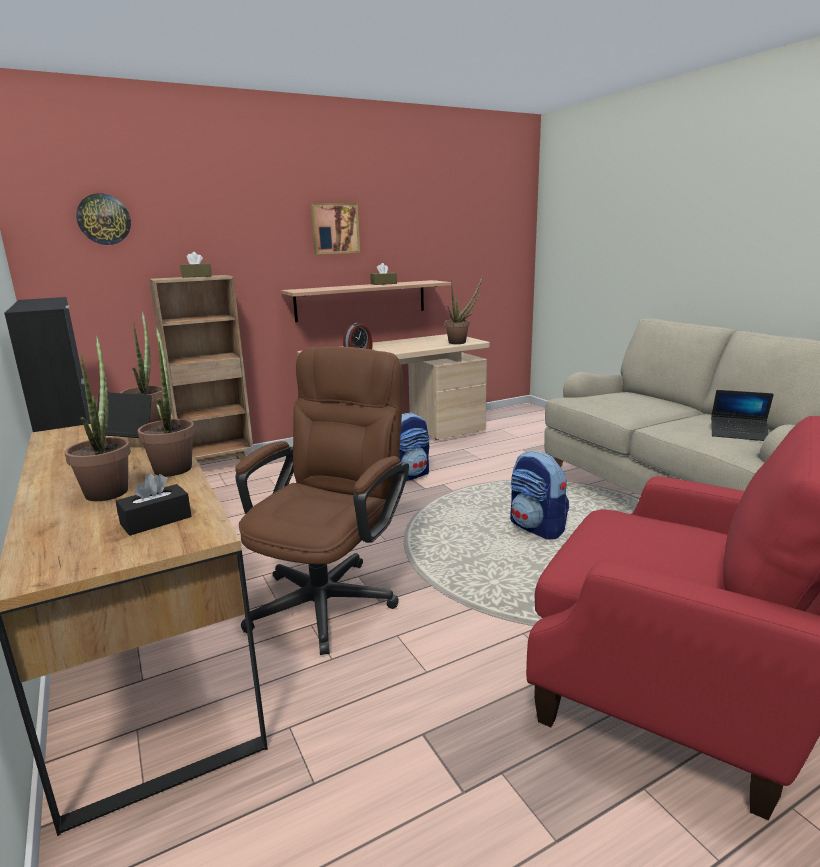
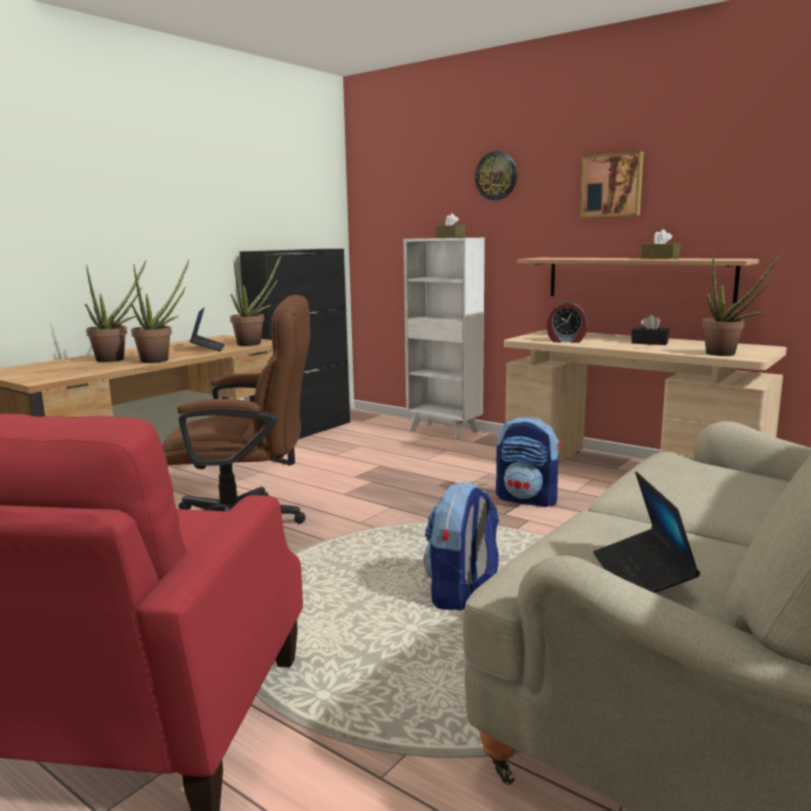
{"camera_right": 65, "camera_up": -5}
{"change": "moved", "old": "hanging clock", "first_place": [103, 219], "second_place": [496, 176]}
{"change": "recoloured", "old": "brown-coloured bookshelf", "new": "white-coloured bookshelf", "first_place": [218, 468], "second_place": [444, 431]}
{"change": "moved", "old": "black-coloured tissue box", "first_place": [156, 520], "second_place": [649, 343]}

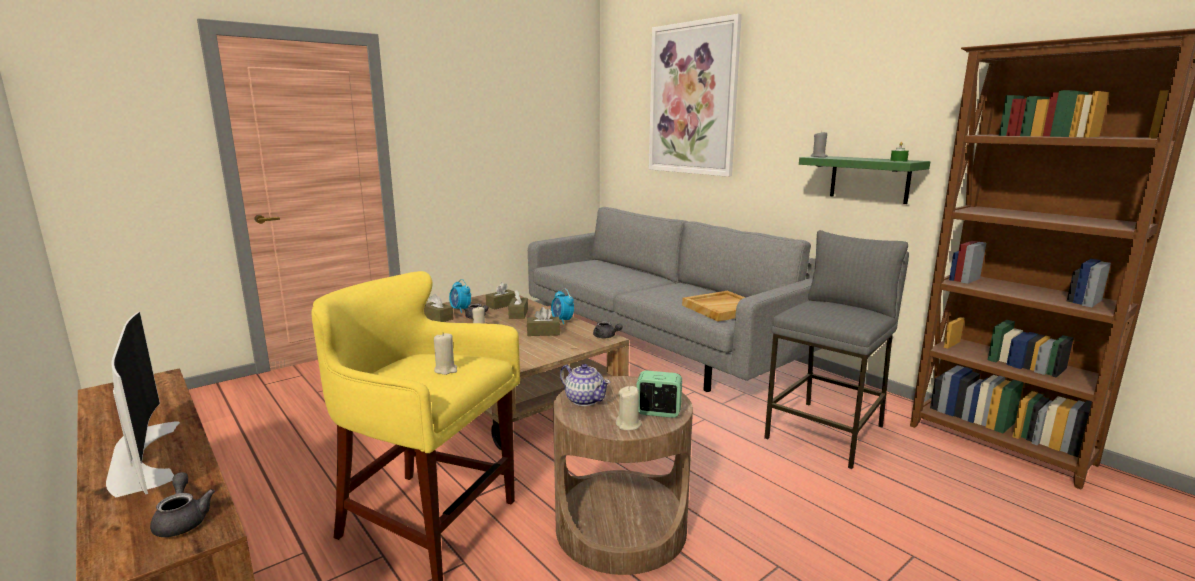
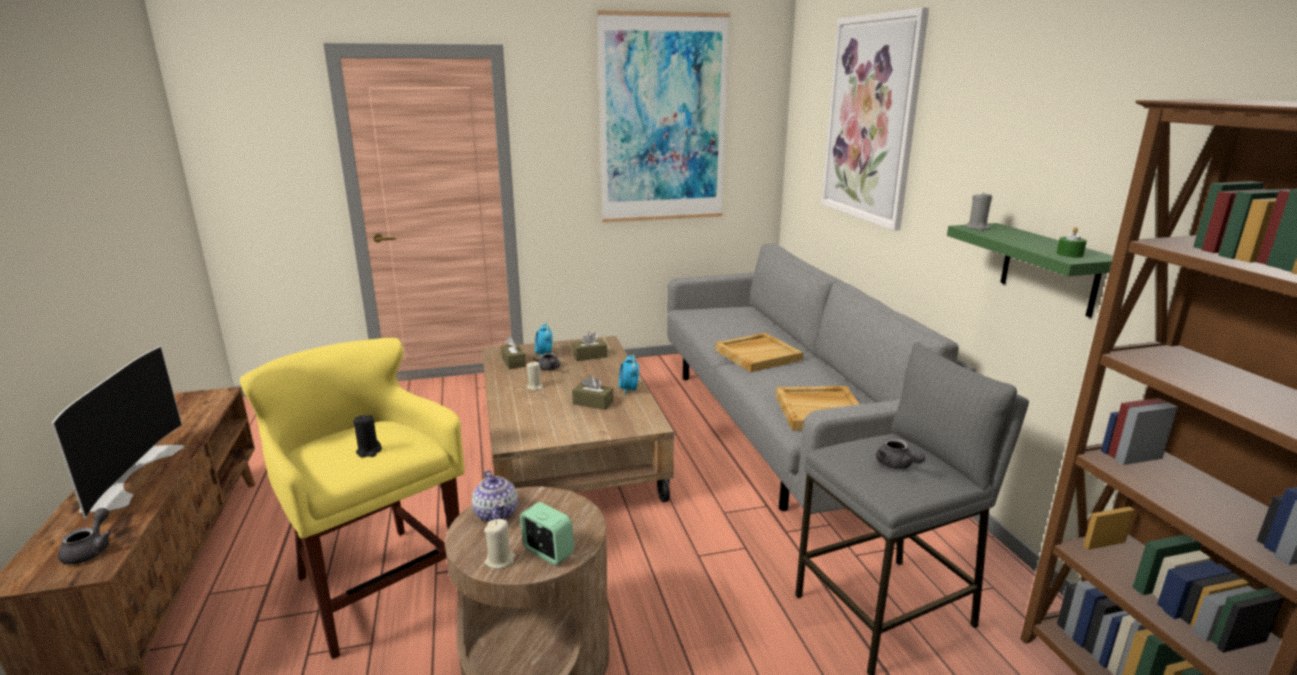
{"camera_right": 25, "camera_up": 5}
{"change": "removed", "old": "brown-coloured tissue box", "first_place": [518, 314]}
{"change": "moved", "old": "greyish teapot", "first_place": [606, 337], "second_place": [896, 465]}
{"change": "recoloured", "old": "beige-coloured wax light", "new": "black-coloured wax light", "first_place": [446, 370], "second_place": [369, 451]}
{"change": "added", "new": "wall picture", "second_place": [663, 120]}
{"change": "added", "new": "beige-coloured serving tray", "second_place": [758, 355]}

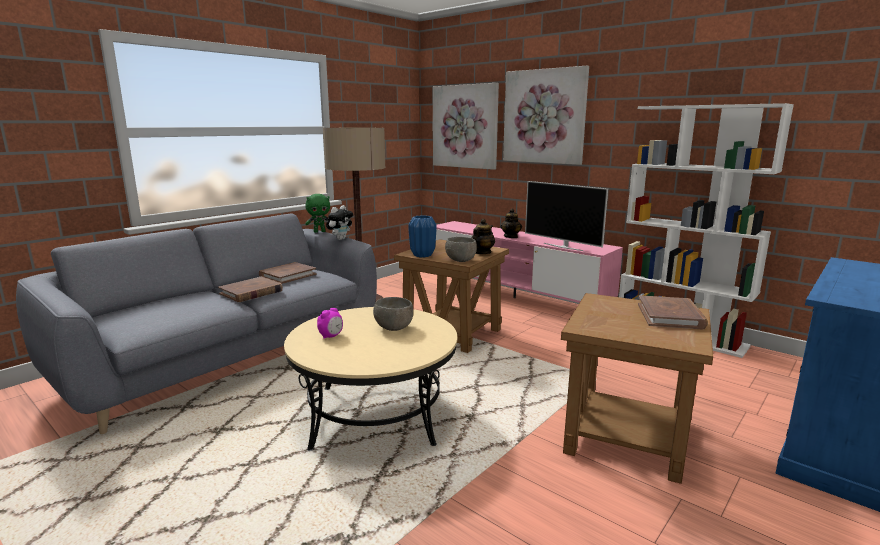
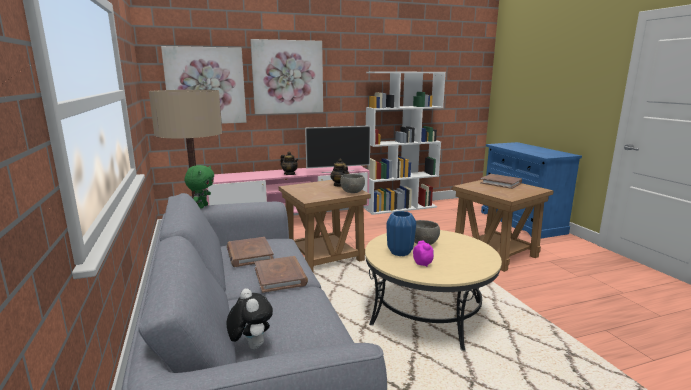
{"camera_right": -60, "camera_up": 0}
{"change": "moved", "old": "cuddly toy", "first_place": [340, 239], "second_place": [250, 345]}
{"change": "moved", "old": "bluish flower vase", "first_place": [422, 255], "second_place": [400, 253]}

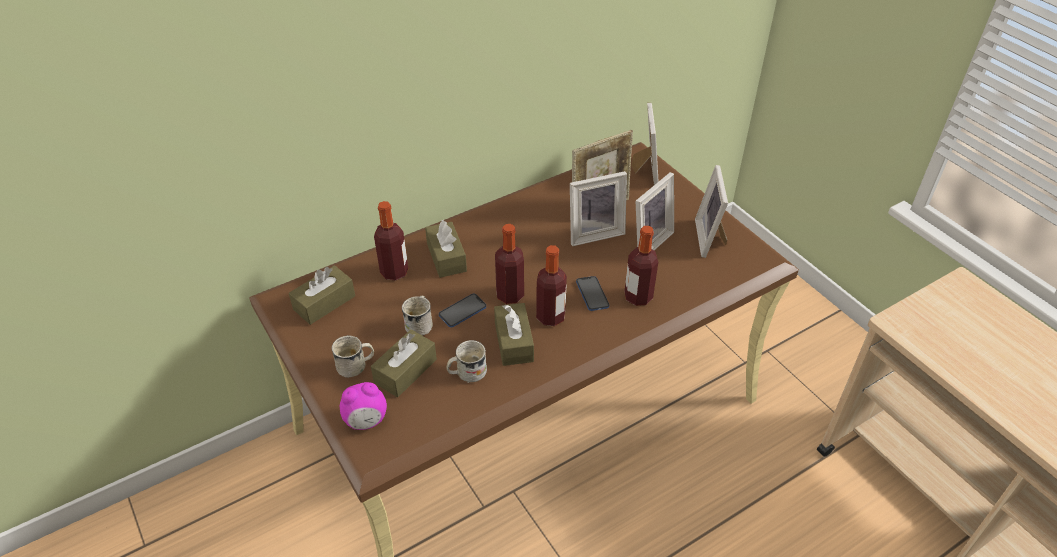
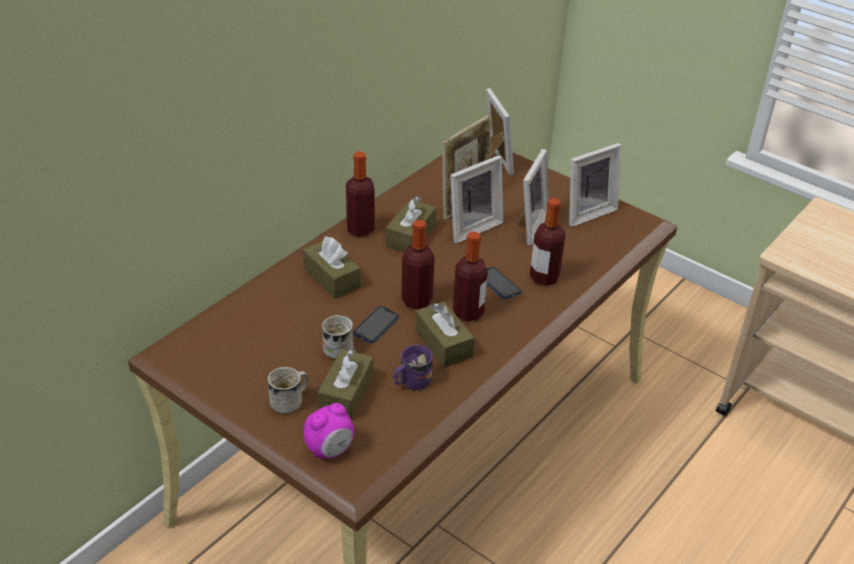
{"camera_right": -20, "camera_up": -5}
{"change": "turned", "old": "standing frame", "first_place": [711, 238], "second_place": [586, 212], "degrees": -105}
{"change": "moved", "old": "drink bottle", "first_place": [394, 272], "second_place": [360, 229]}
{"change": "moved", "old": "brown-coloured tissue box", "first_place": [324, 303], "second_place": [410, 236]}
{"change": "recoloured", "old": "white-coloured tea mug", "new": "purplish tea mug", "first_place": [467, 373], "second_place": [411, 382]}

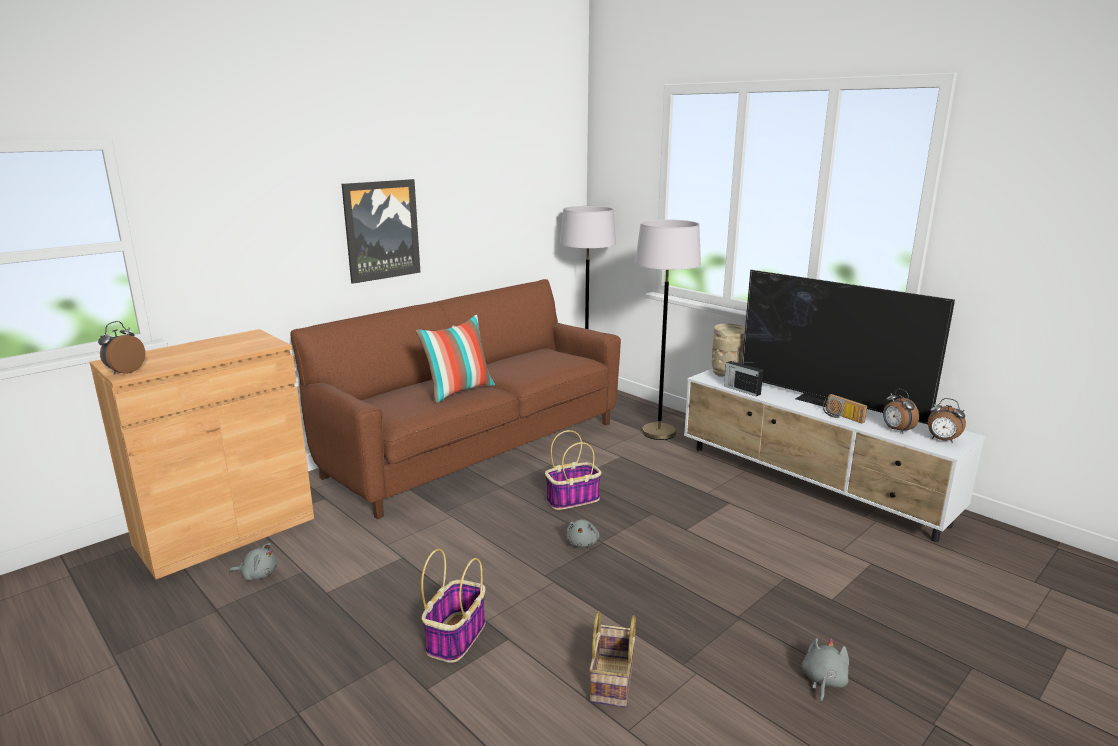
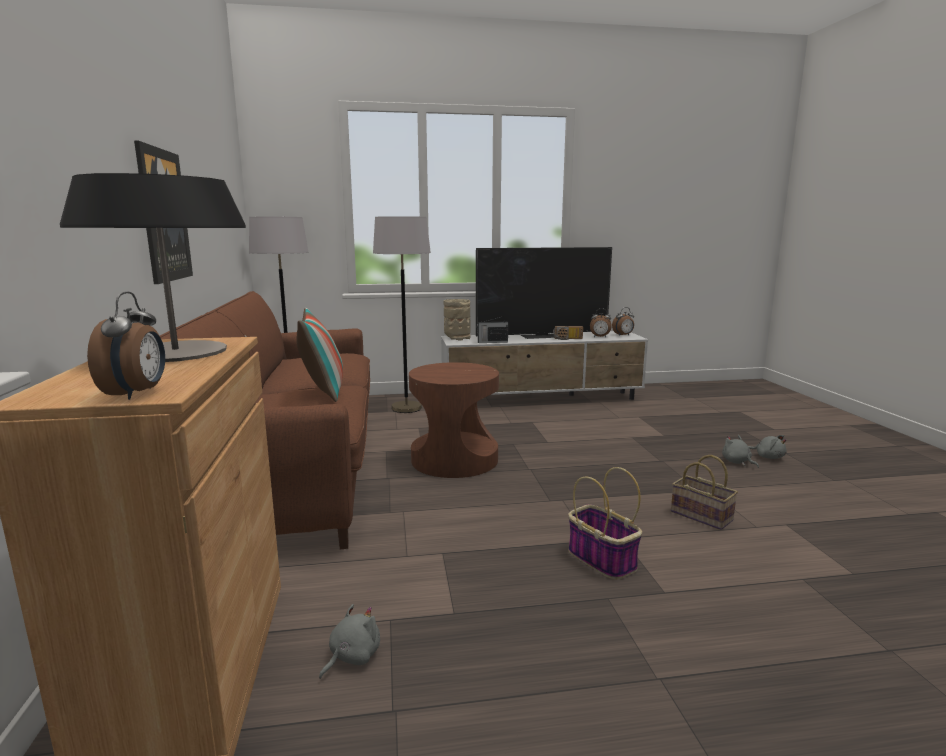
{"camera_right": -55, "camera_up": -5}
{"change": "turned", "old": "table clock", "first_place": [124, 371], "second_place": [137, 394], "degrees": -150}
{"change": "replaced", "old": "basket", "new": "brown-coloured side table", "first_place": [573, 499], "second_place": [454, 460]}
{"change": "moved", "old": "greyish cuddly toy", "first_place": [582, 543], "second_place": [768, 457]}
{"change": "added", "new": "lamp for a table", "second_place": [175, 352]}

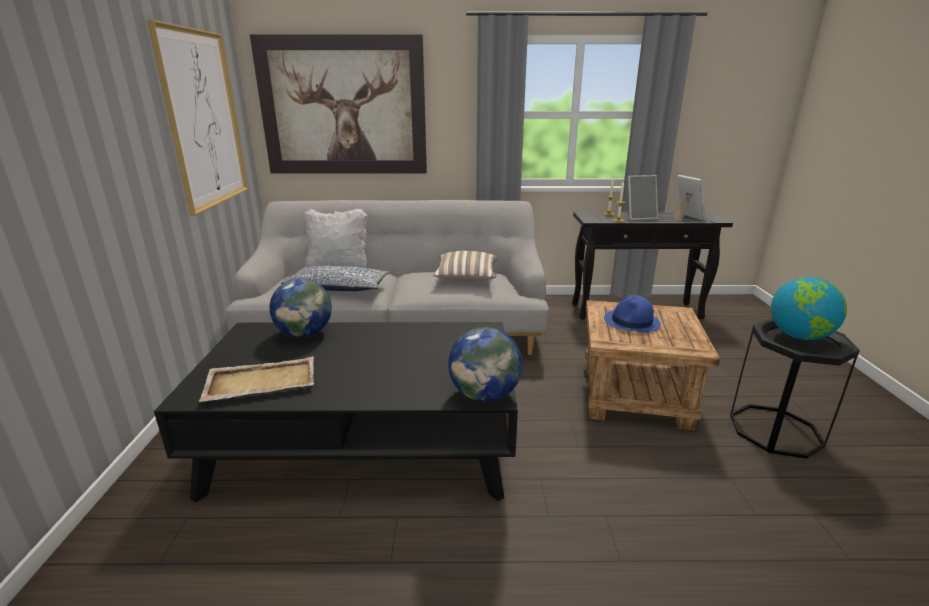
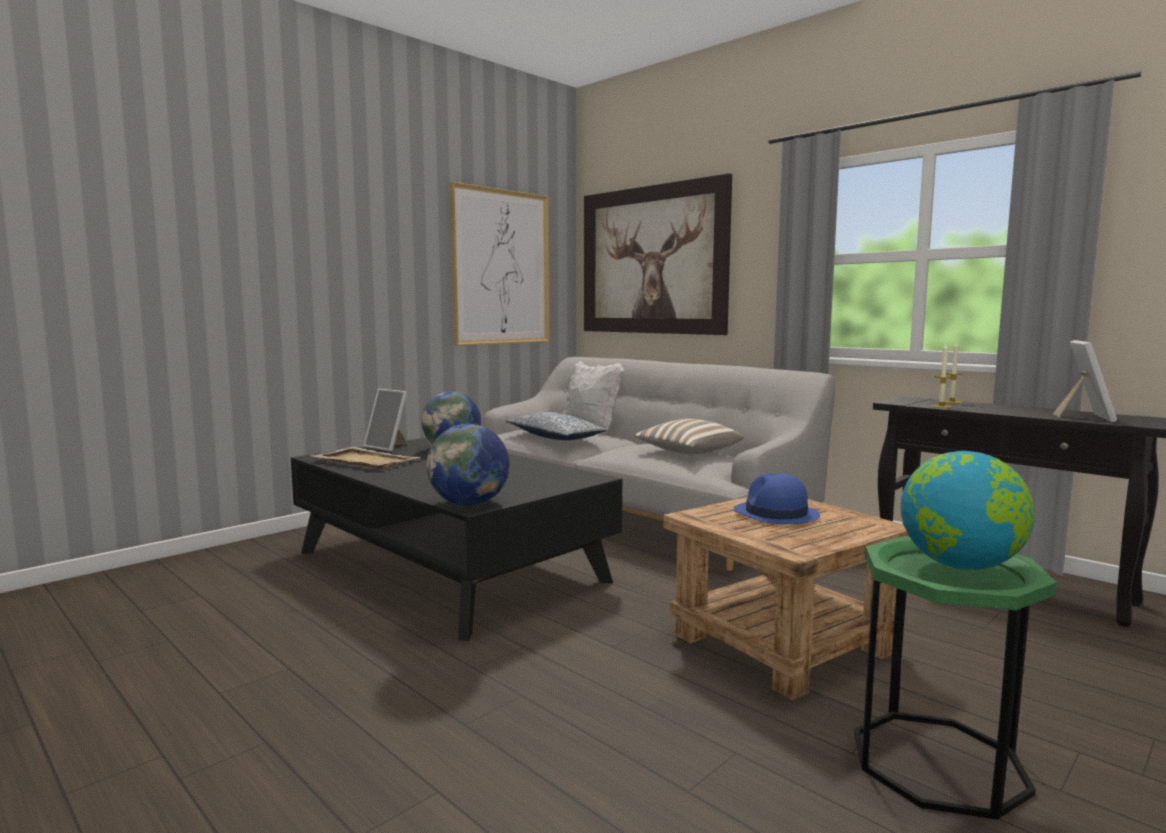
{"camera_right": 45, "camera_up": -15}
{"change": "moved", "old": "standing frame", "first_place": [639, 217], "second_place": [389, 447]}
{"change": "recoloured", "old": "black-coloured side table", "new": "green side table", "first_place": [775, 430], "second_place": [938, 762]}

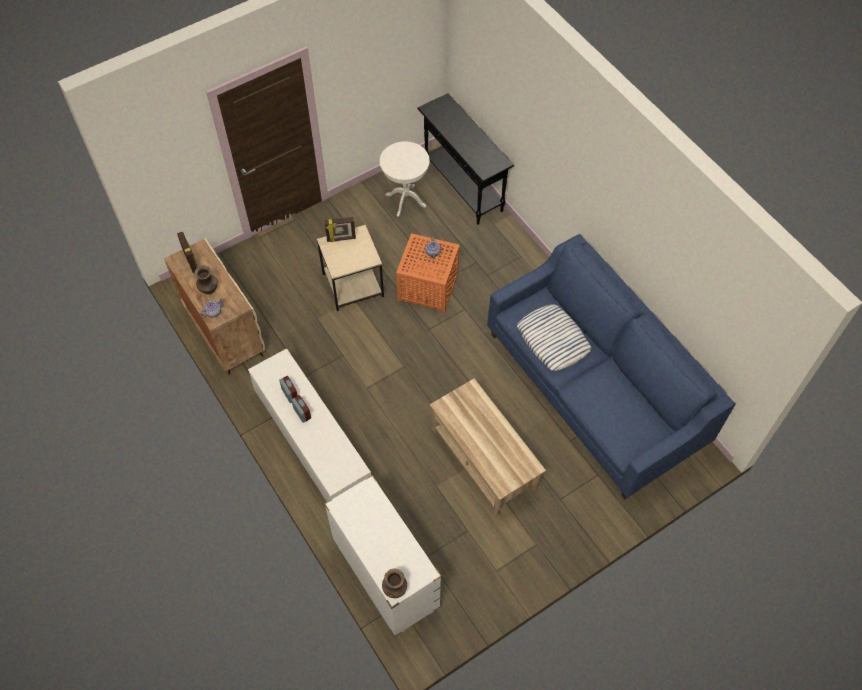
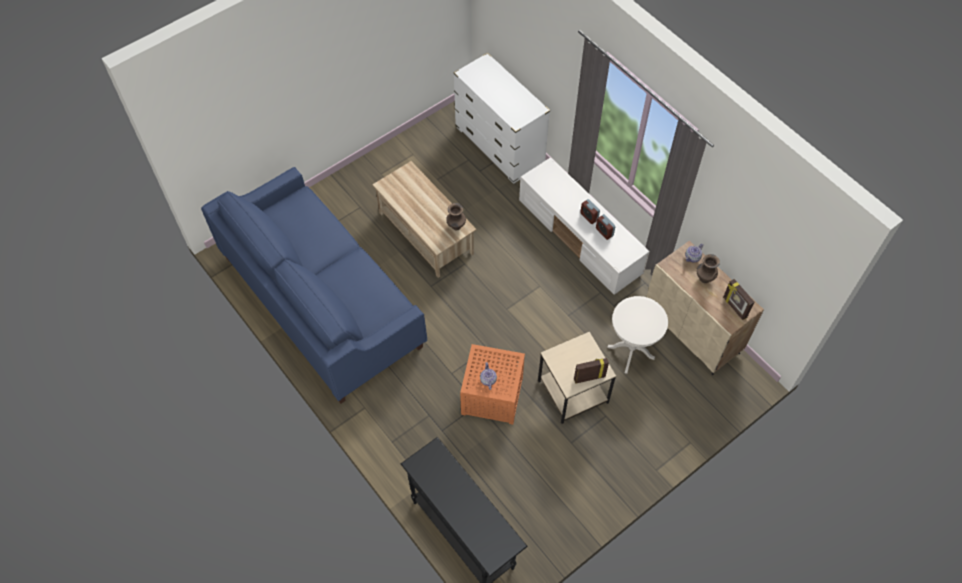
{"camera_right": 175, "camera_up": 0}
{"change": "moved", "old": "white-coloured side table", "first_place": [406, 200], "second_place": [630, 352]}
{"change": "removed", "old": "cushion", "first_place": [553, 340]}
{"change": "moved", "old": "brown-coloured flower vase", "first_place": [395, 589], "second_place": [456, 226]}

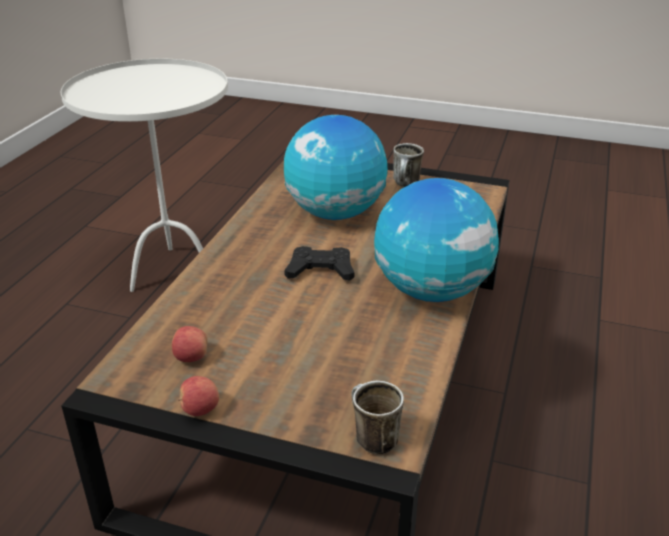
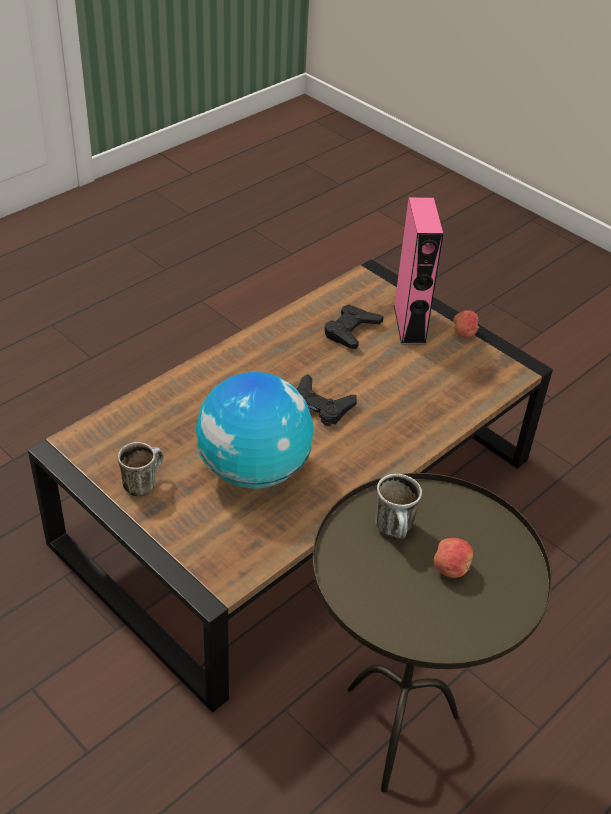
{"camera_right": -155, "camera_up": 10}
{"change": "recoloured", "old": "white-coloured side table", "new": "brown-coloured side table", "first_place": [172, 273], "second_place": [396, 731]}
{"change": "removed", "old": "world globe", "first_place": [431, 290]}
{"change": "moved", "old": "whole apple", "first_place": [191, 357], "second_place": [451, 569]}
{"change": "moved", "old": "tea mug", "first_place": [370, 438], "second_place": [396, 531]}
{"change": "added", "new": "pink audio speaker", "second_place": [409, 324]}
{"change": "added", "new": "black-coloured gamepad", "second_place": [351, 331]}

